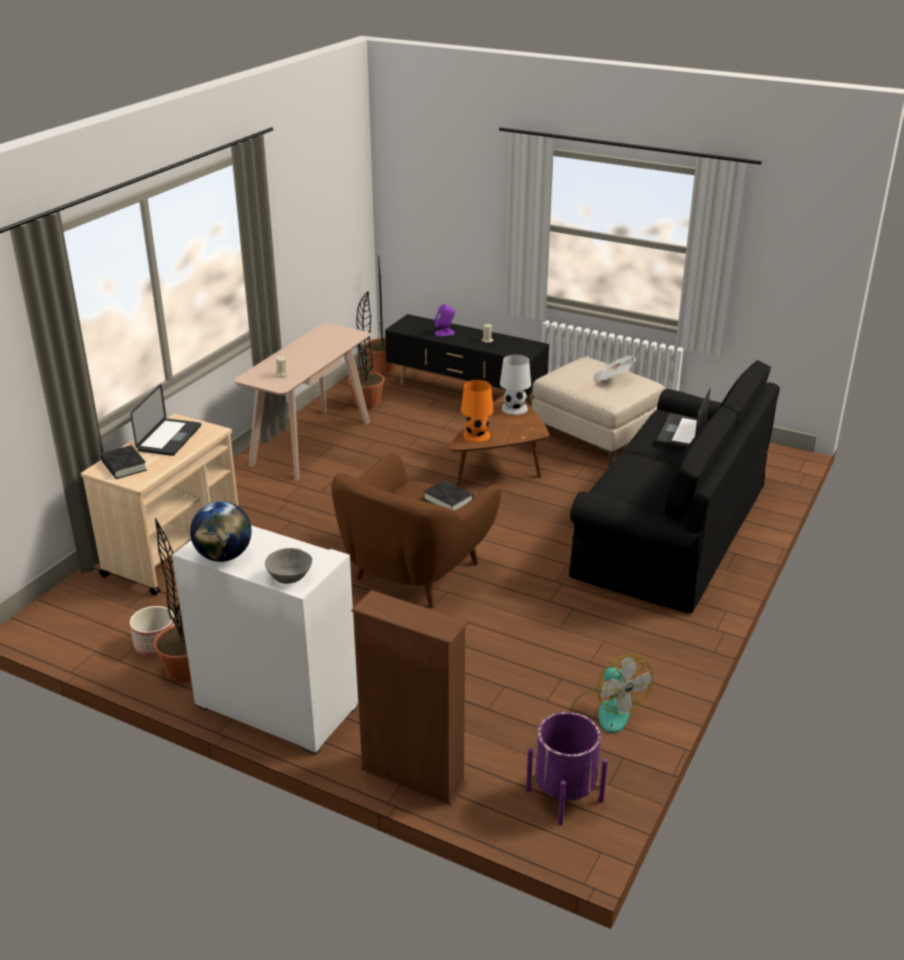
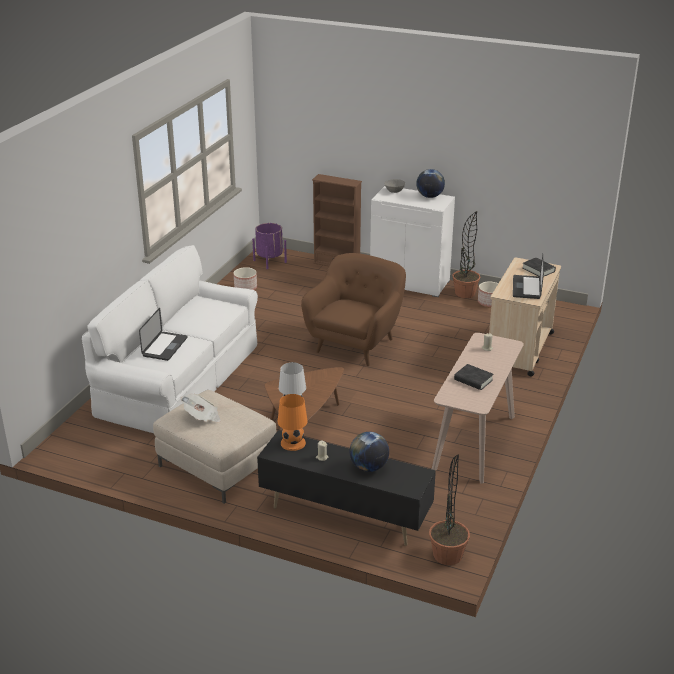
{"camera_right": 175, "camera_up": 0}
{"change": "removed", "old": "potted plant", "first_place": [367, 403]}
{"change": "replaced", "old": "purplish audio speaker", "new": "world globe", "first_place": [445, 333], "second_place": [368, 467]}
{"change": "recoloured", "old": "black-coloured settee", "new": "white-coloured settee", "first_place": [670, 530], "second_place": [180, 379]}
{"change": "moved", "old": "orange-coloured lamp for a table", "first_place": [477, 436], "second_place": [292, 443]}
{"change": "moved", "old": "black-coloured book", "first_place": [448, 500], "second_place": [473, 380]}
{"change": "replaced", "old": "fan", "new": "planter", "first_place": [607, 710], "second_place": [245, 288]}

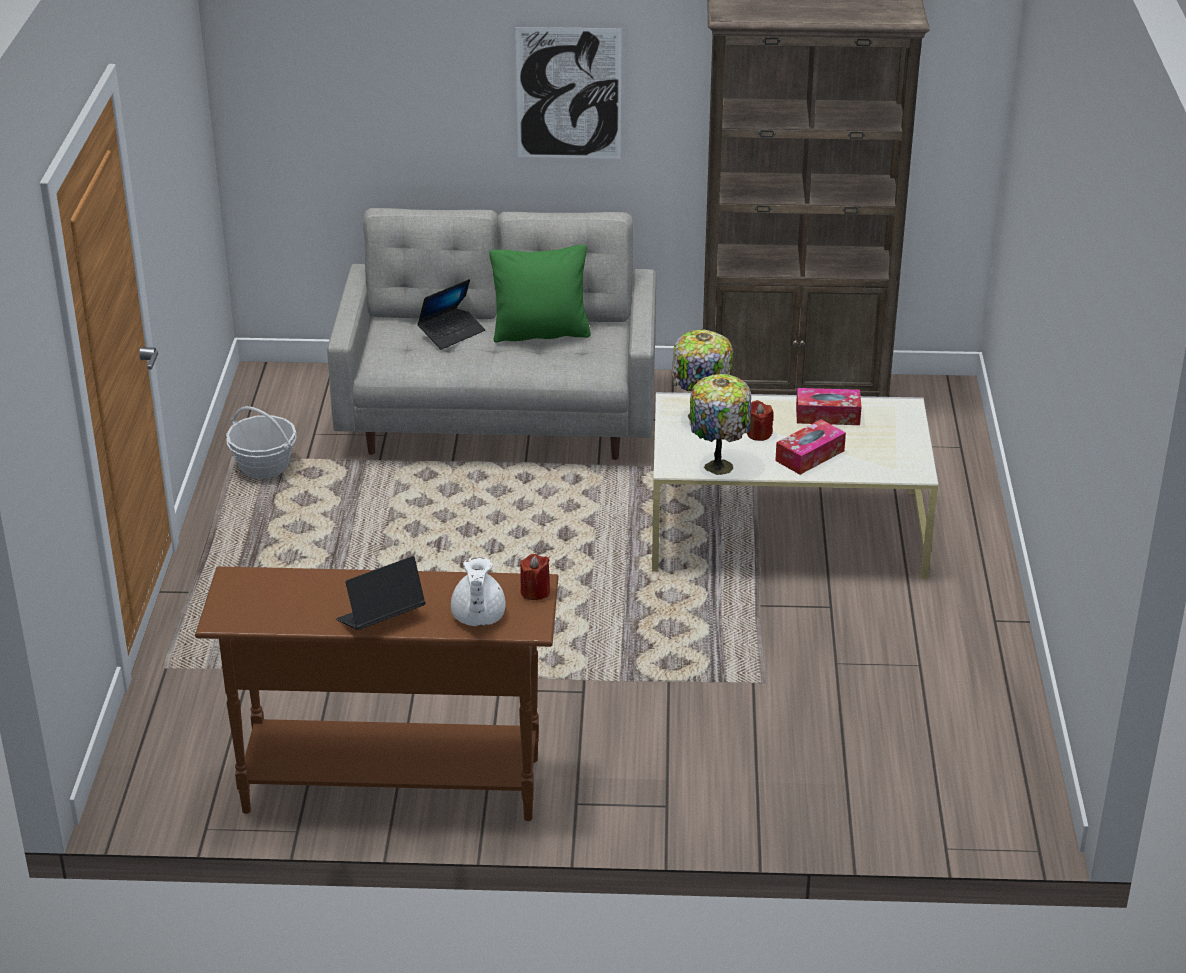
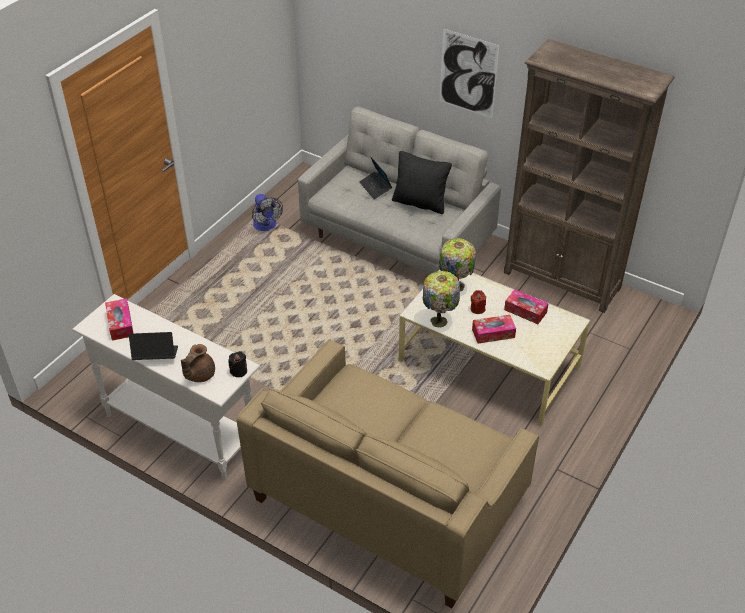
{"camera_right": 30, "camera_up": 10}
{"change": "recoloured", "old": "green cushion", "new": "black-coloured cushion", "first_place": [541, 333], "second_place": [420, 203]}
{"change": "turned", "old": "portable computer", "first_place": [452, 333], "second_place": [375, 188], "degrees": 75}
{"change": "replaced", "old": "basket", "new": "fan", "first_place": [264, 467], "second_place": [266, 226]}
{"change": "recoloured", "old": "reddish wax light", "new": "black-coloured wax light", "first_place": [535, 592], "second_place": [239, 371]}
{"change": "recoloured", "old": "white-coloured teapot", "new": "brown-coloured teapot", "first_place": [477, 617], "second_place": [199, 375]}
{"change": "recoloured", "old": "brown-coloured console table", "new": "white-coloured console table", "first_place": [391, 784], "second_place": [180, 430]}
{"change": "added", "new": "tissue box", "second_place": [120, 324]}
{"change": "added", "new": "beige-coloured settee", "second_place": [388, 499]}

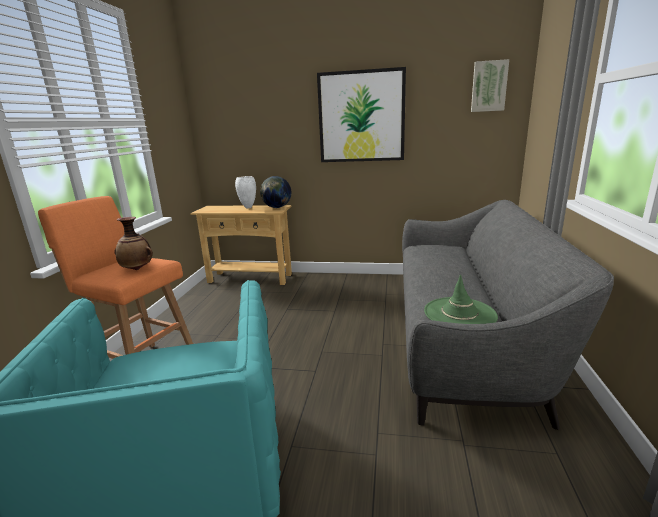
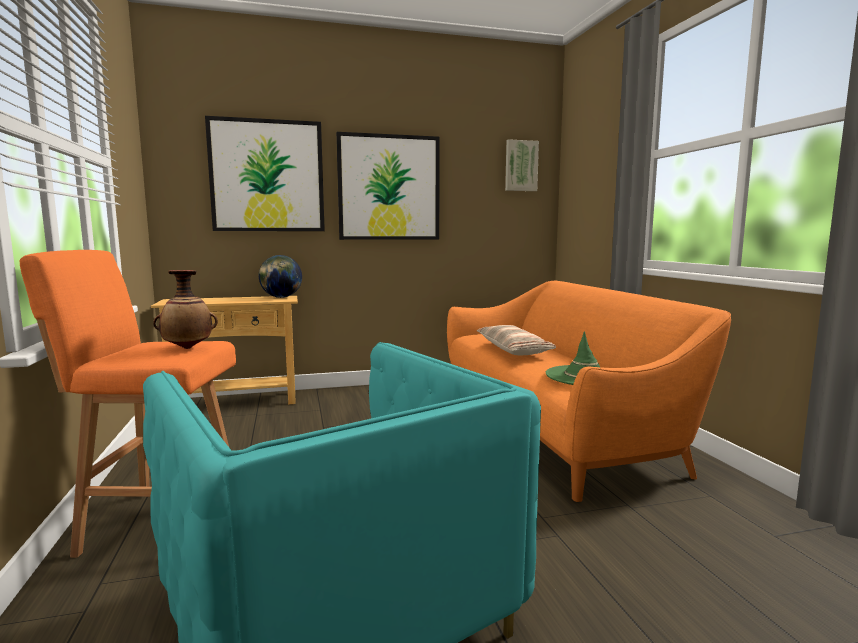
{"camera_right": -25, "camera_up": -10}
{"change": "removed", "old": "white-coloured flower vase", "first_place": [247, 208]}
{"change": "recoloured", "old": "greyish settee", "new": "orange-coloured settee", "first_place": [464, 337], "second_place": [554, 425]}
{"change": "added", "new": "wall picture", "second_place": [267, 176]}
{"change": "added", "new": "cushion", "second_place": [513, 349]}

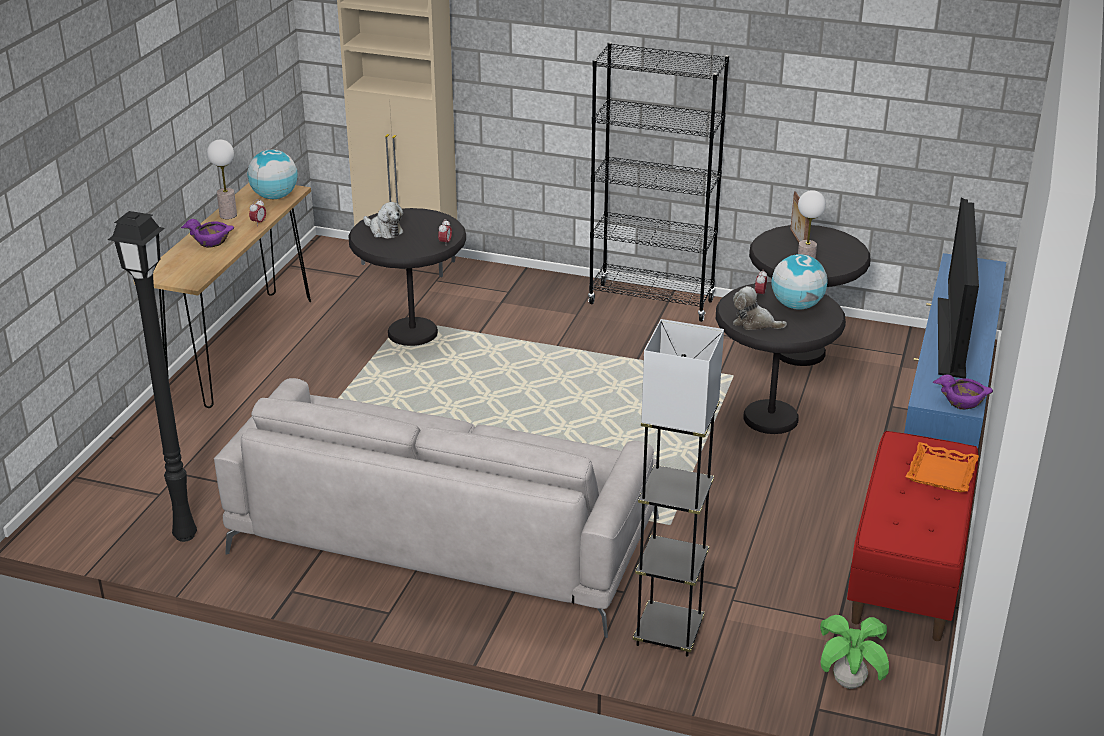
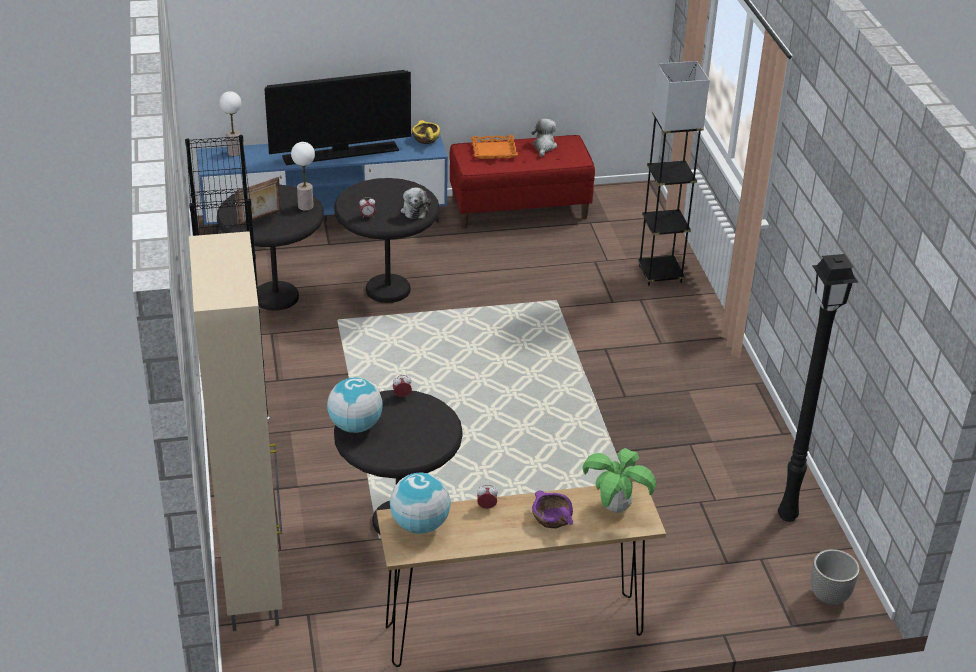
{"camera_right": -120, "camera_up": 5}
{"change": "moved", "old": "lamp for a table", "first_place": [228, 215], "second_place": [234, 152]}
{"change": "moved", "old": "cuddly toy", "first_place": [384, 231], "second_place": [544, 146]}
{"change": "moved", "old": "world globe", "first_place": [796, 305], "second_place": [355, 426]}
{"change": "recoloured", "old": "purplish serving bowl", "new": "yellow serving bowl", "first_place": [963, 402], "second_place": [425, 139]}
{"change": "removed", "old": "greyish settee", "first_place": [444, 537]}
{"change": "moved", "old": "potted plant", "first_place": [849, 683], "second_place": [616, 507]}
{"change": "added", "new": "planter", "second_place": [829, 596]}

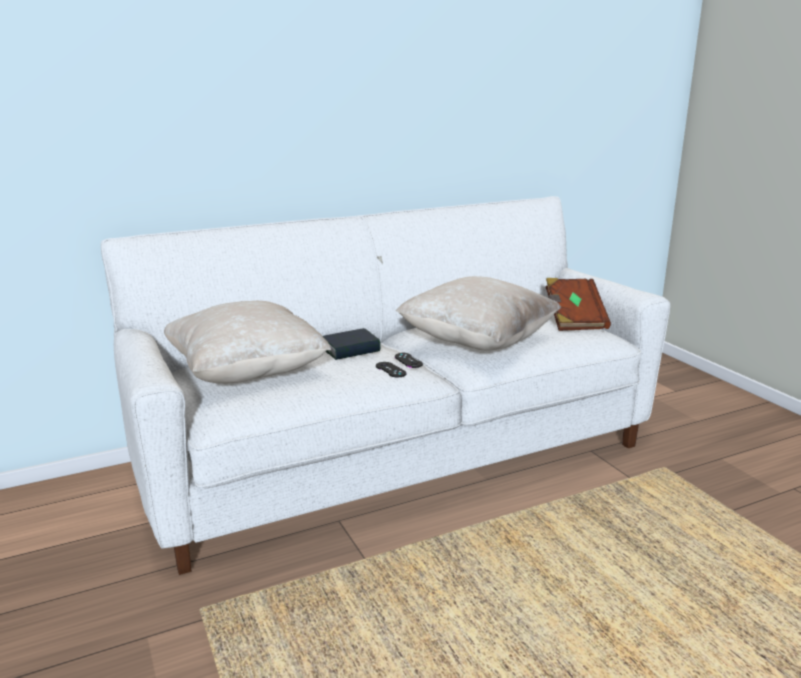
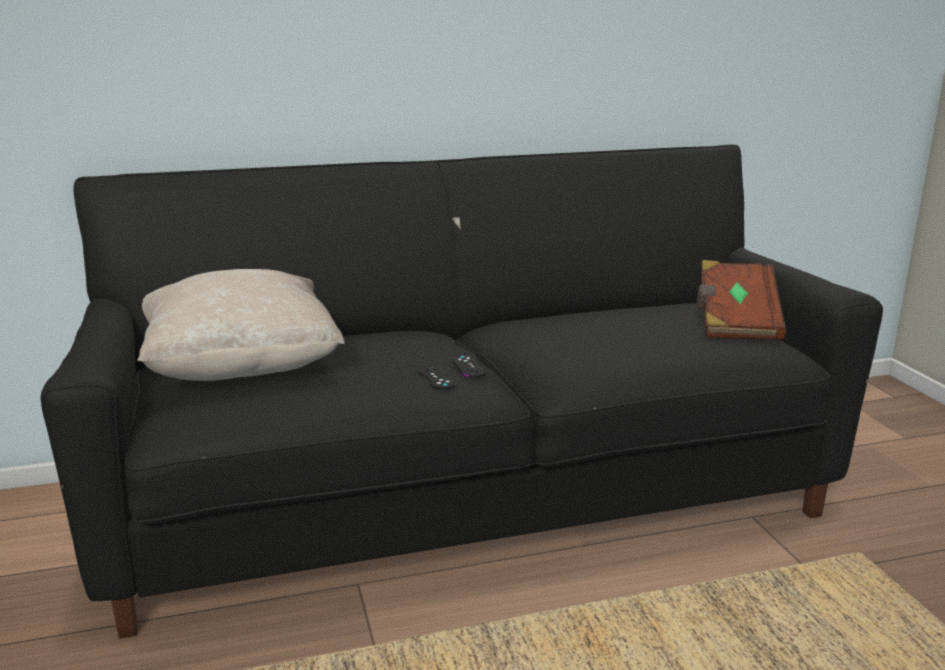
{"camera_right": 10, "camera_up": 0}
{"change": "recoloured", "old": "white-coloured settee", "new": "black-coloured settee", "first_place": [400, 458], "second_place": [472, 502]}
{"change": "removed", "old": "beige-coloured cushion", "first_place": [477, 343]}
{"change": "removed", "old": "book", "first_place": [351, 350]}

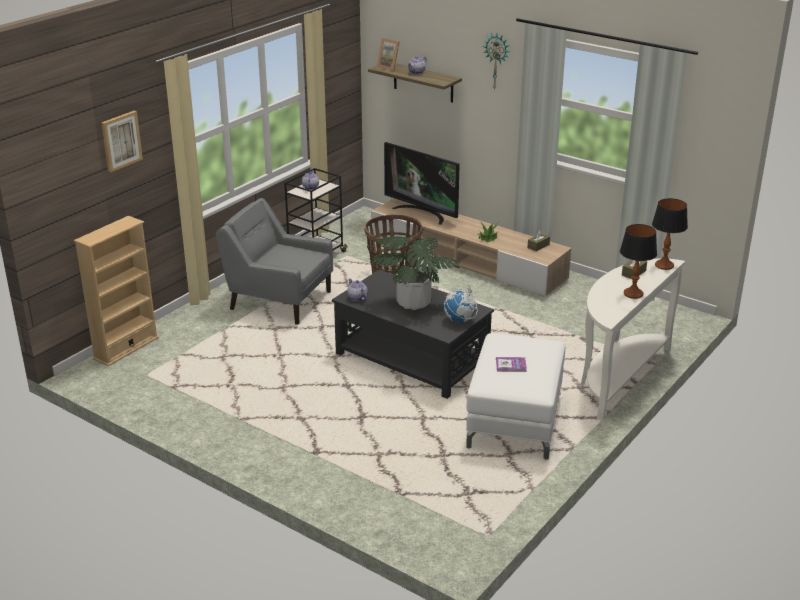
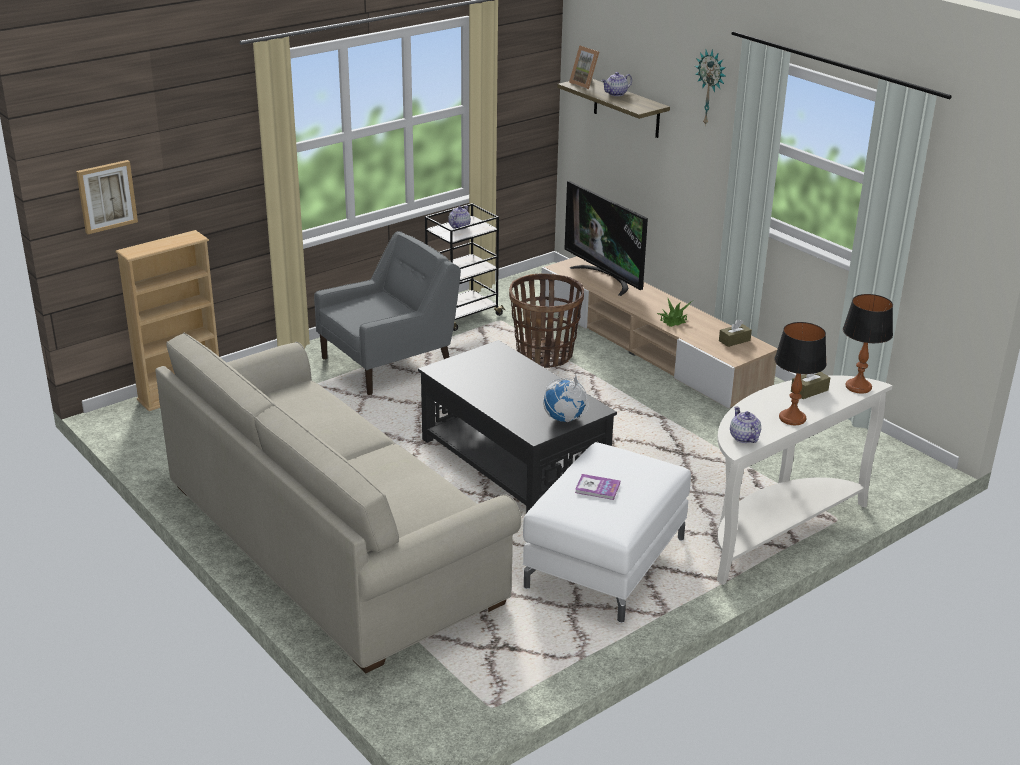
{"camera_right": 15, "camera_up": 0}
{"change": "moved", "old": "wall picture", "first_place": [121, 140], "second_place": [106, 196]}
{"change": "turned", "old": "greyish easy chair", "first_place": [279, 300], "second_place": [389, 363], "degrees": 105}
{"change": "removed", "old": "potted plant", "first_place": [414, 303]}
{"change": "moved", "old": "teapot", "first_place": [357, 298], "second_place": [743, 437]}
{"change": "added", "new": "beige-coloured settee", "second_place": [329, 542]}

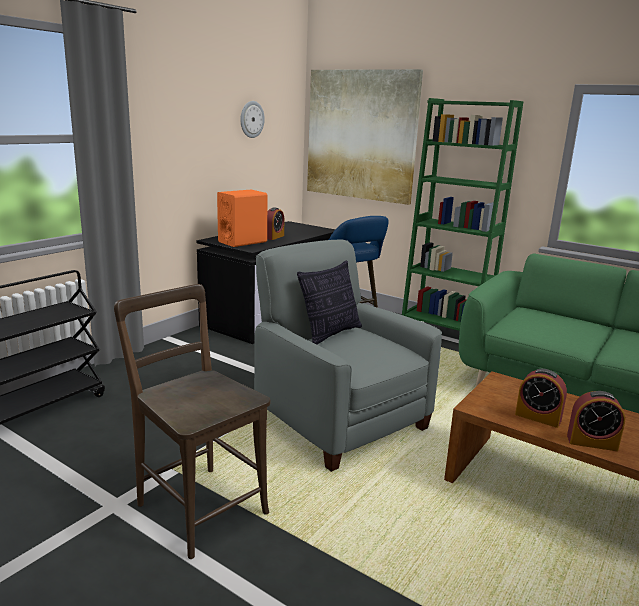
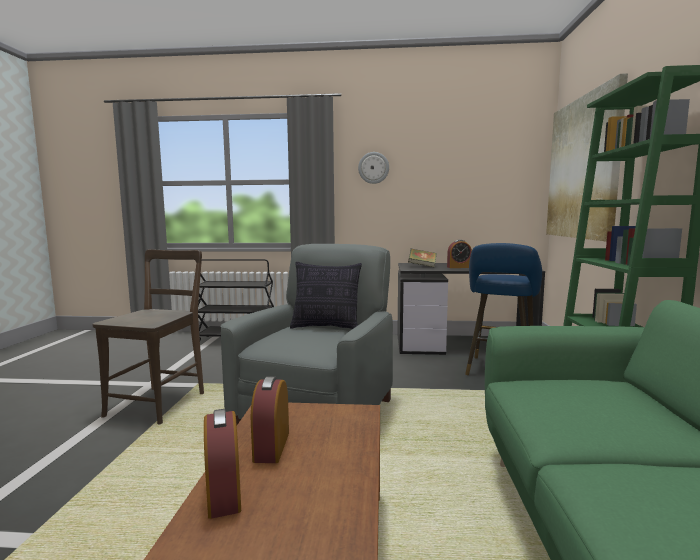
{"camera_right": 60, "camera_up": -10}
{"change": "moved", "old": "hanging clock", "first_place": [251, 119], "second_place": [373, 168]}
{"change": "replaced", "old": "orange-coloured audio speaker", "new": "book", "first_place": [242, 242], "second_place": [422, 266]}

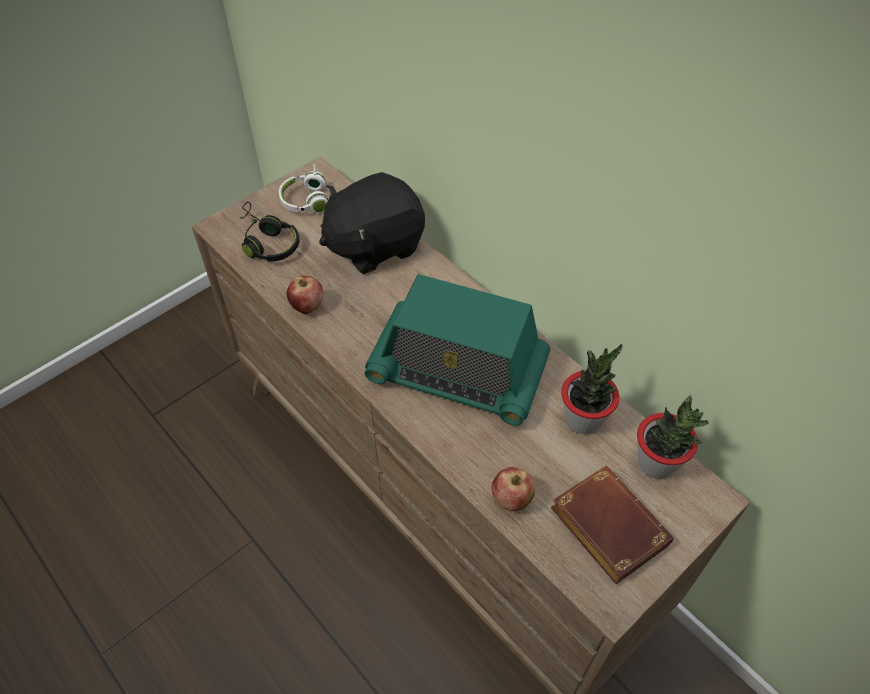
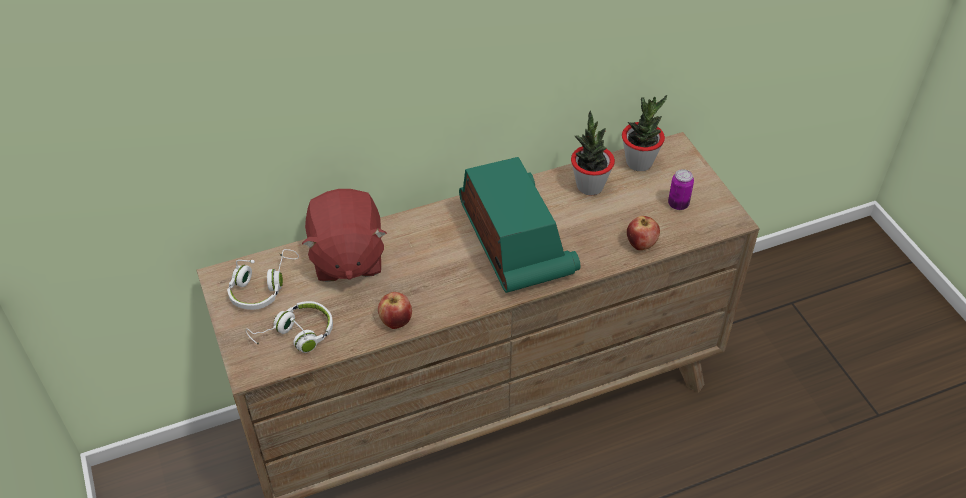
{"camera_right": -70, "camera_up": -5}
{"change": "recoloured", "old": "black-coloured cuddly toy", "new": "reddish cuddly toy", "first_place": [374, 245], "second_place": [346, 257]}
{"change": "recoloured", "old": "black-coloured headphones", "new": "white-coloured headphones", "first_place": [267, 242], "second_place": [295, 335]}
{"change": "turned", "old": "radio receiver", "first_place": [457, 371], "second_place": [515, 241], "degrees": -60}
{"change": "replaced", "old": "brown-coloured book", "new": "sealed can", "first_place": [604, 527], "second_place": [678, 204]}

